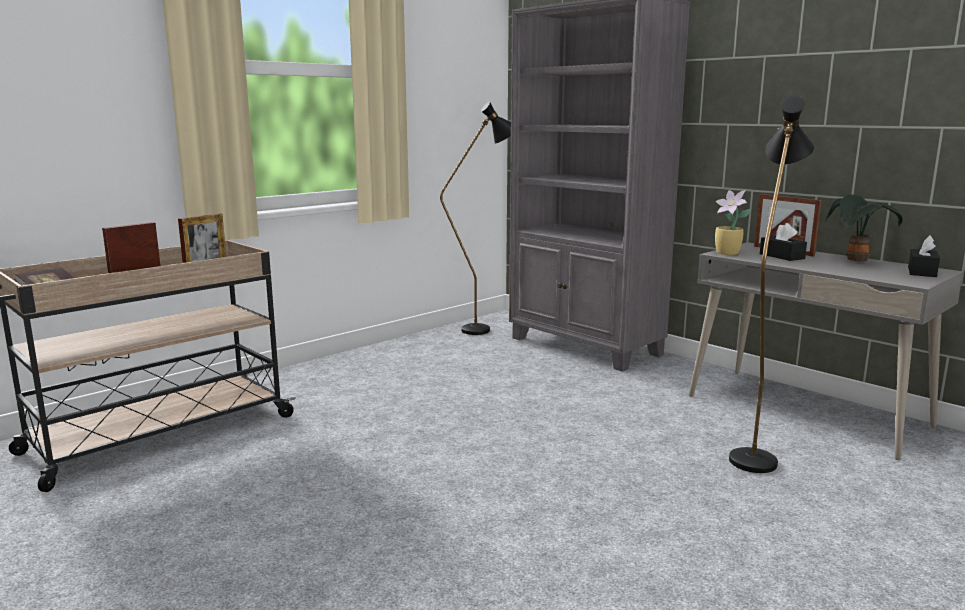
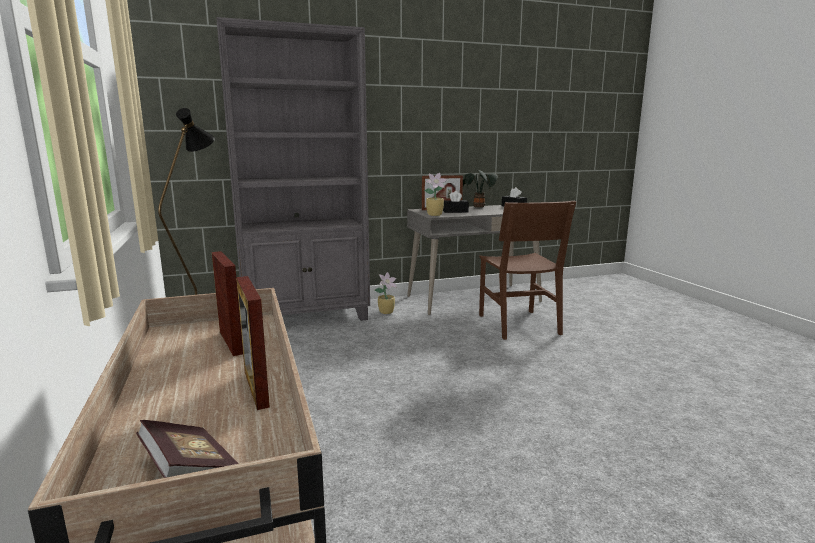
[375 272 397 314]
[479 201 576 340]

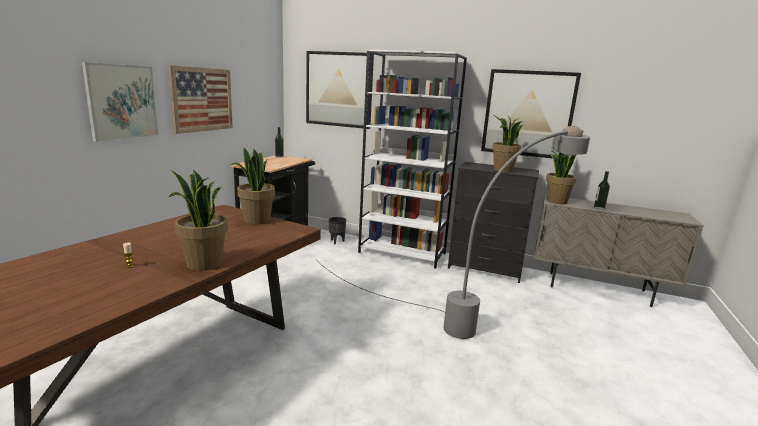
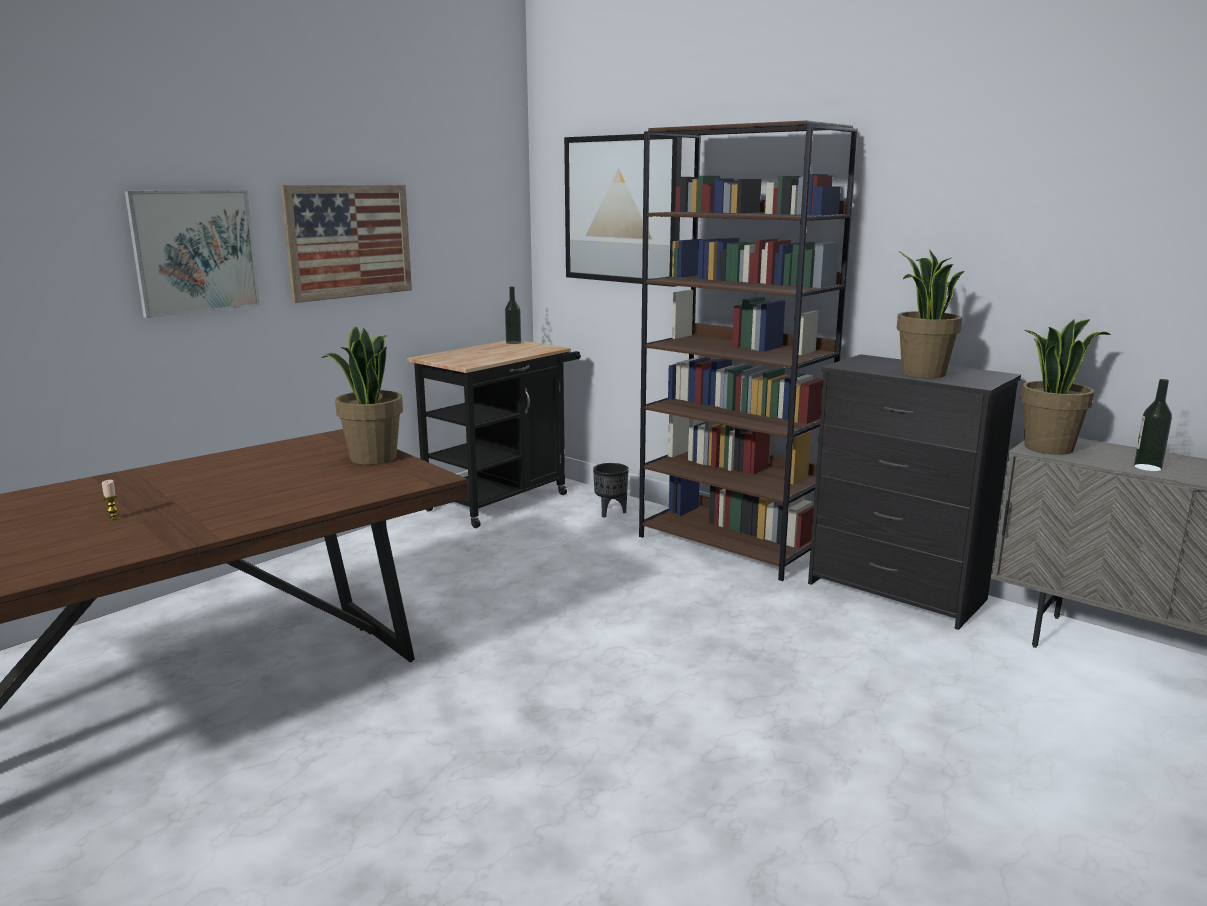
[639 120 858 581]
[169 170 228 271] (first image)
[316 126 590 339] (first image)
[481 69 581 158] (first image)

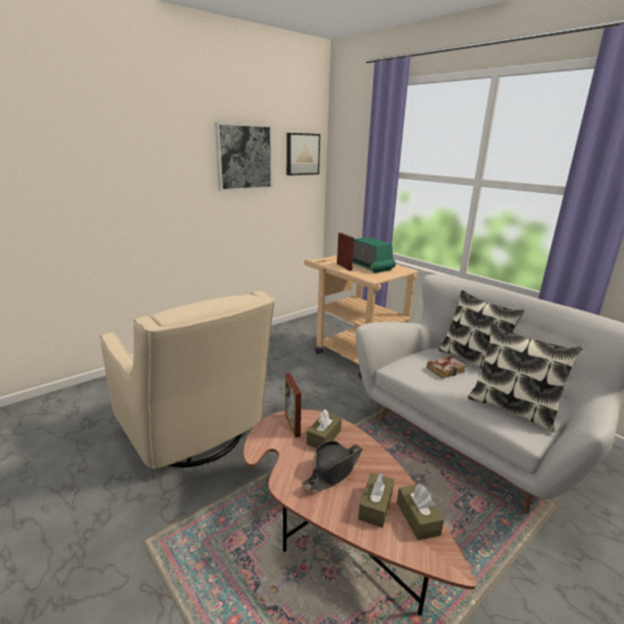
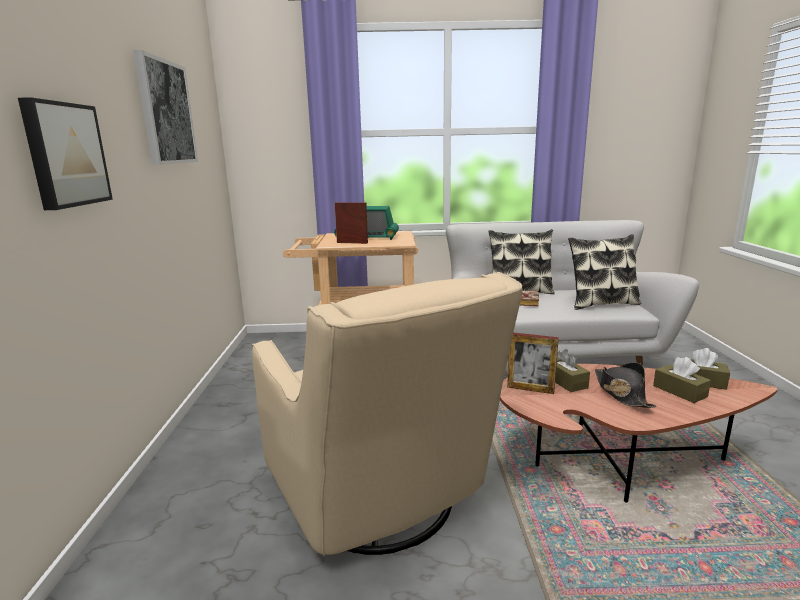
[18 97 113 210]
[252 272 522 556]

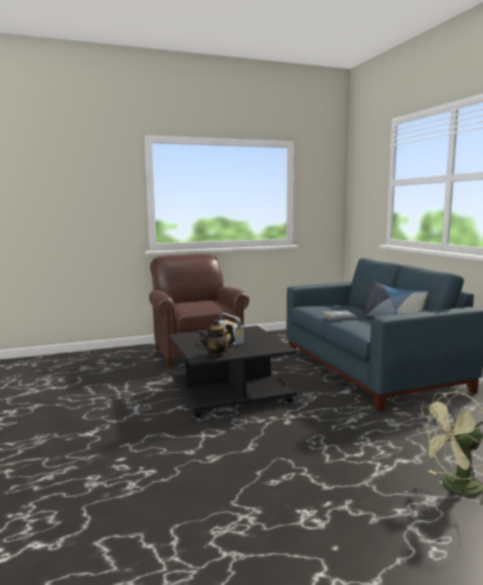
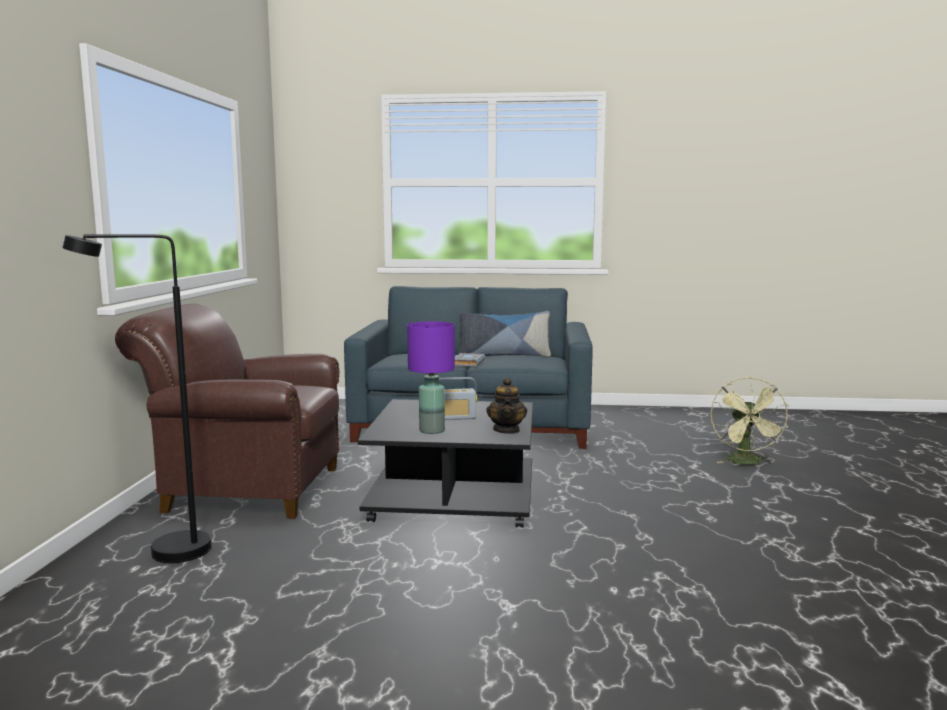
[63 234 211 563]
[407 321 455 434]

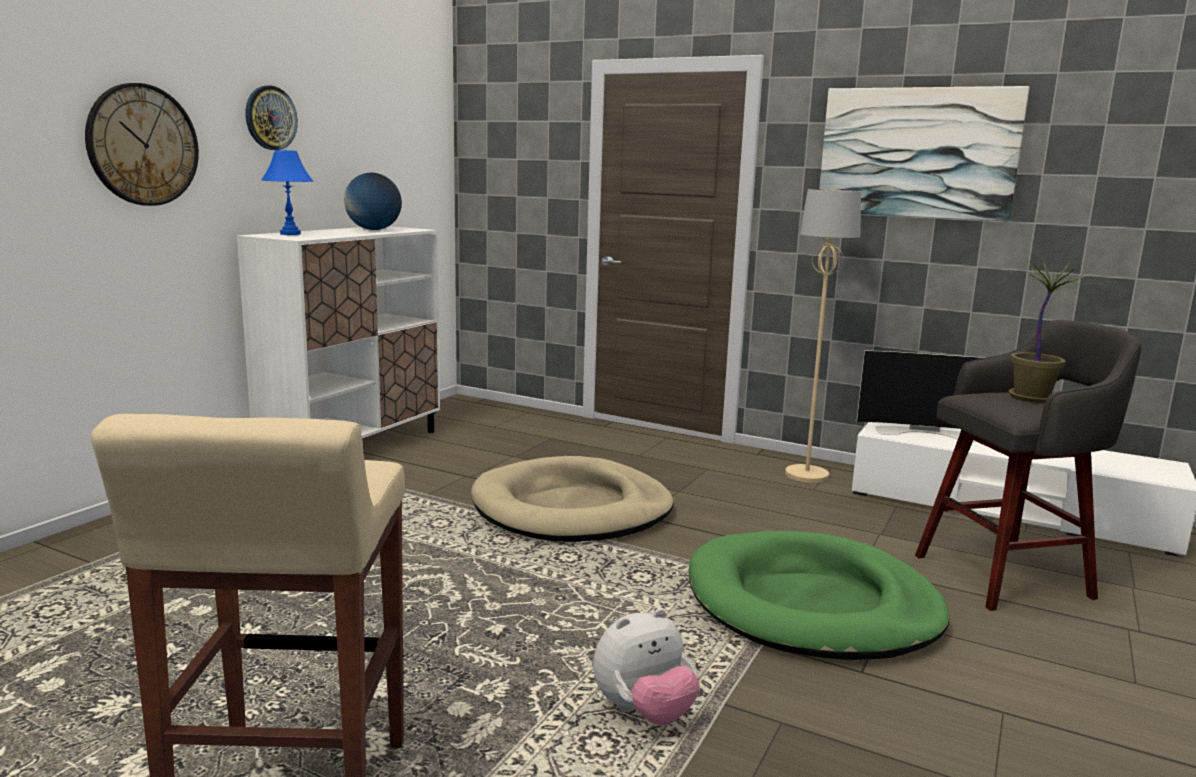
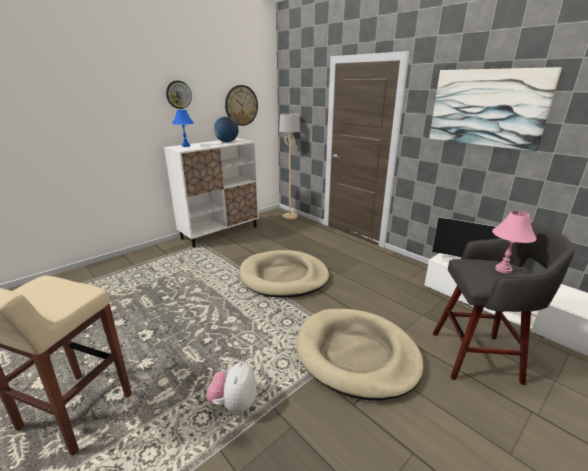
[206 361 257 413]
[225 85 258 126]
[279 113 300 219]
[296 309 424 401]
[492 211 537 274]

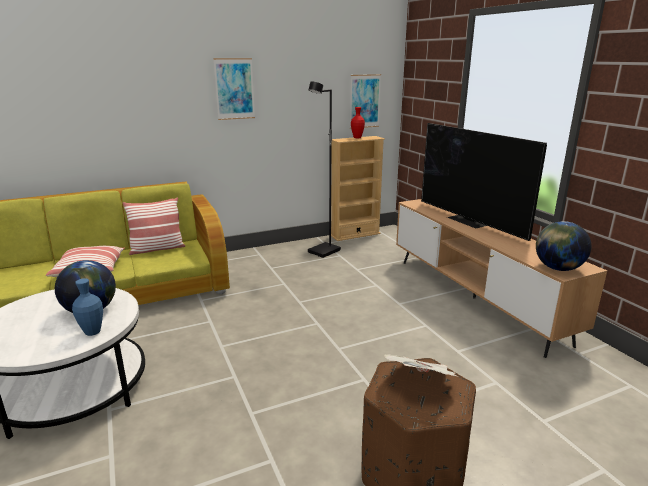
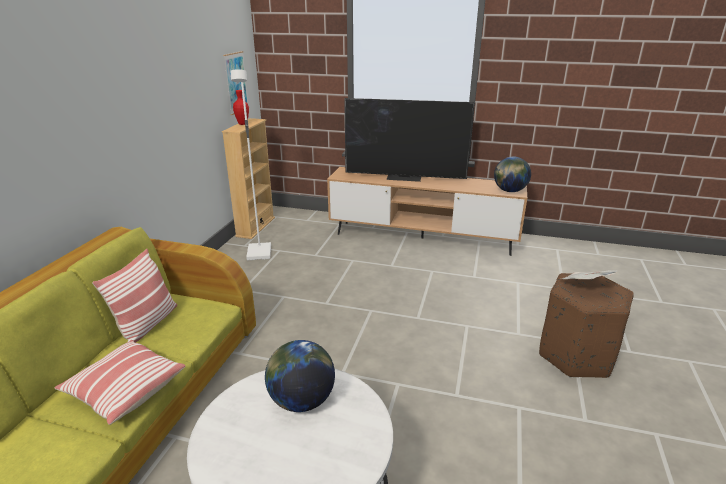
[230 69 271 260]
[72 278 103 336] (first image)
[213 58 255 120] (first image)

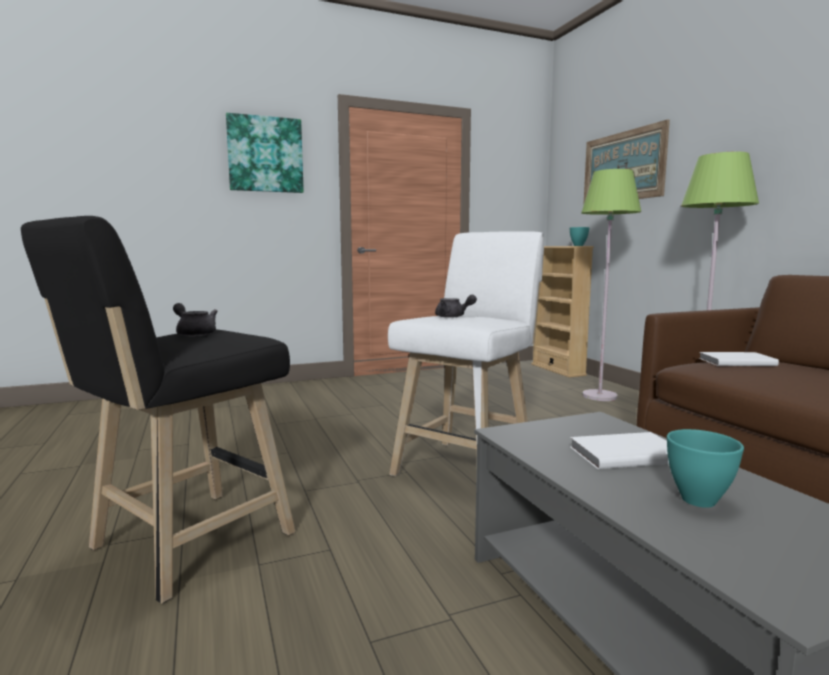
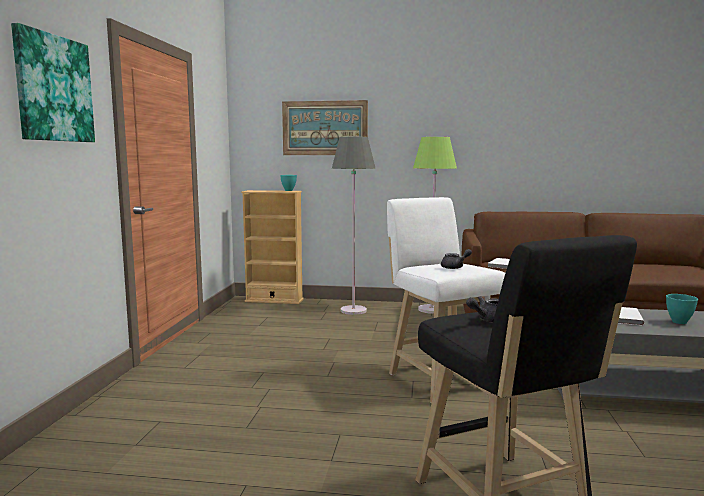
[332 137 376 315]

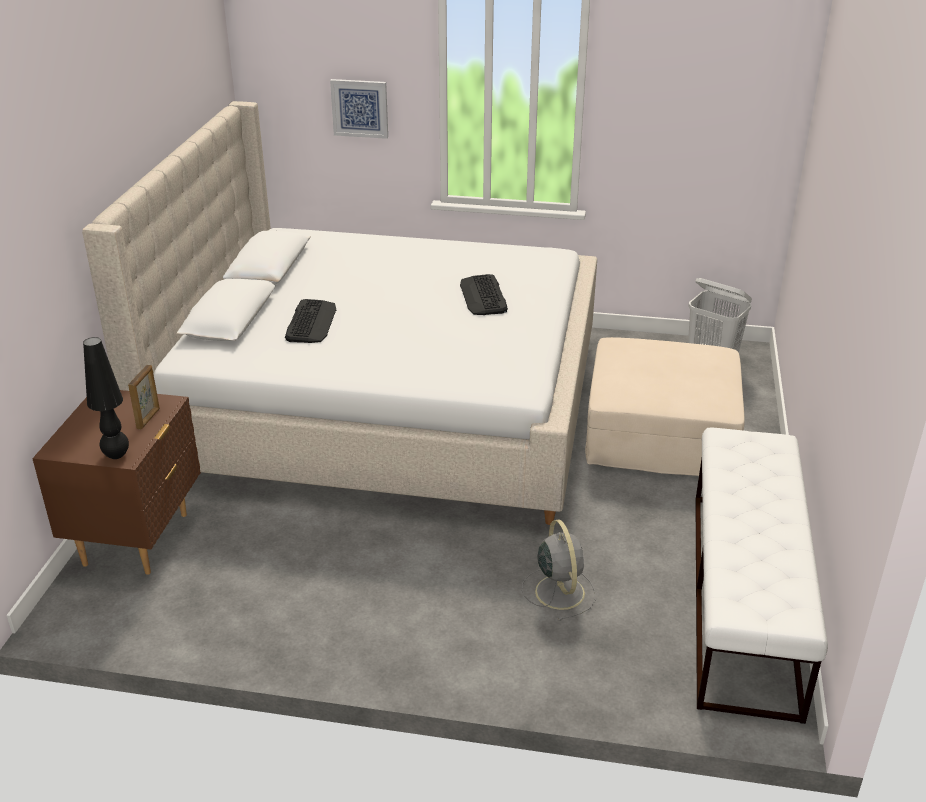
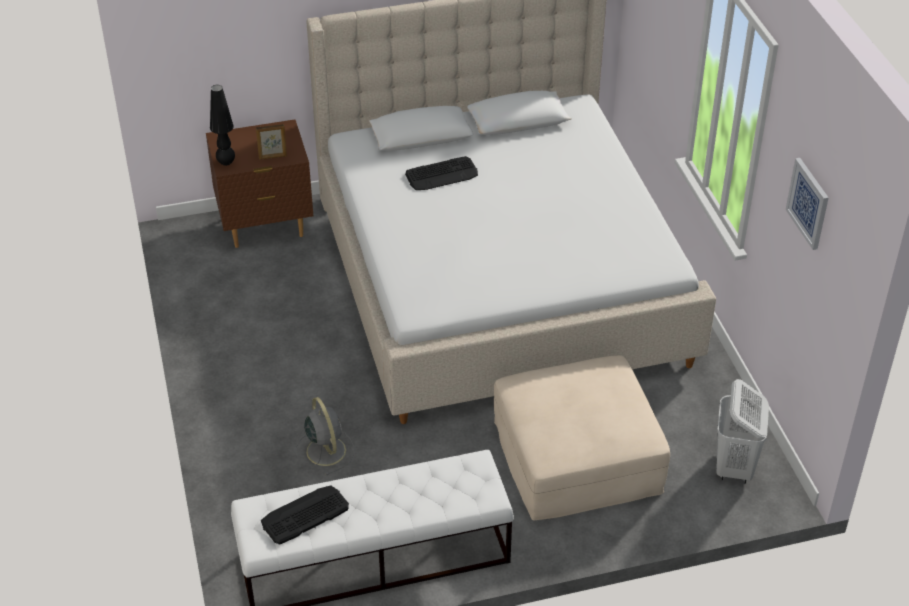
[261 485 349 545]
[296 397 355 475]
[786 158 829 250]

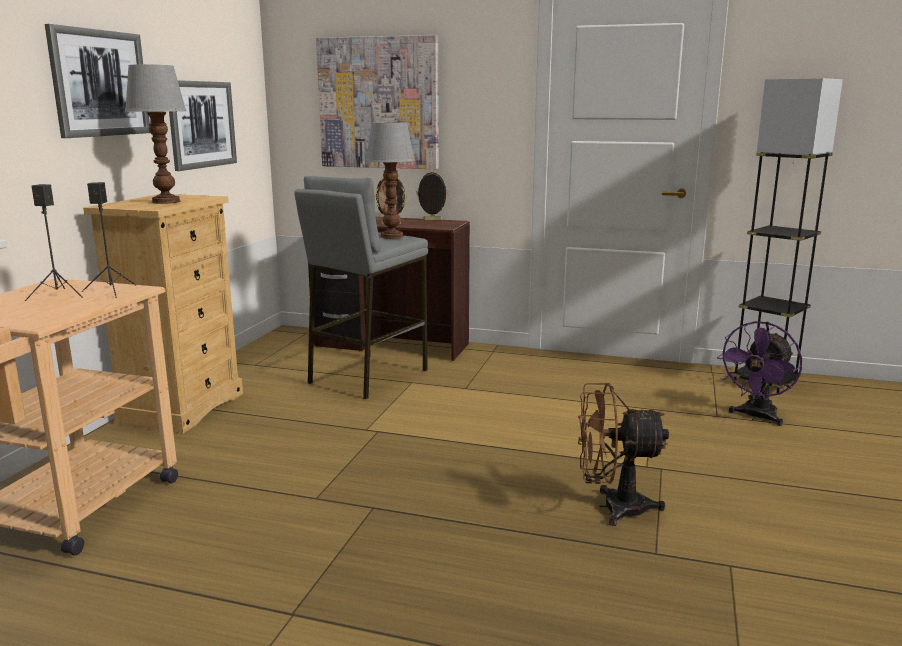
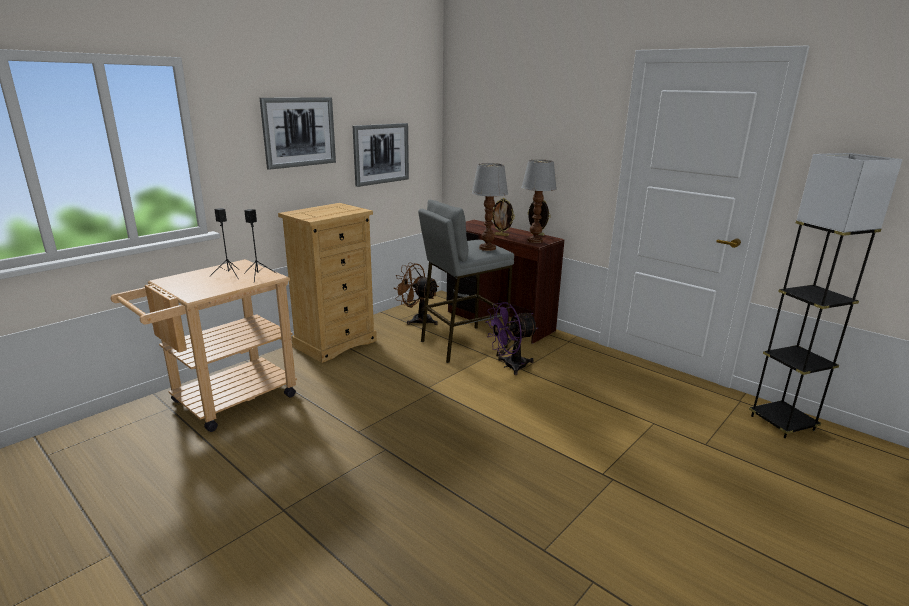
[393 263 439 325]
[485 302 538 375]
[521 159 557 243]
[316 35 439 169] (first image)

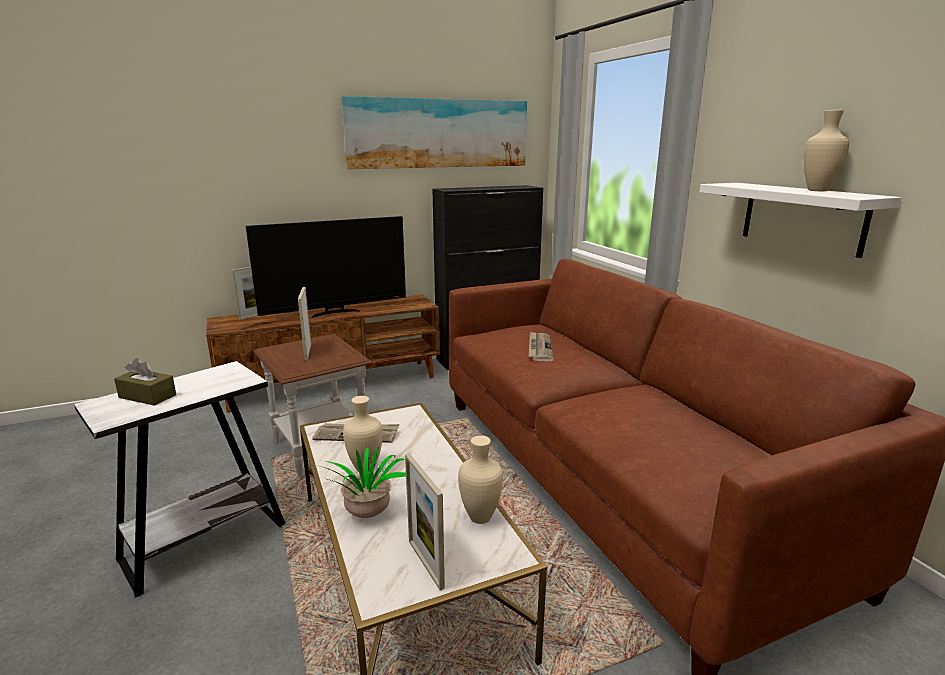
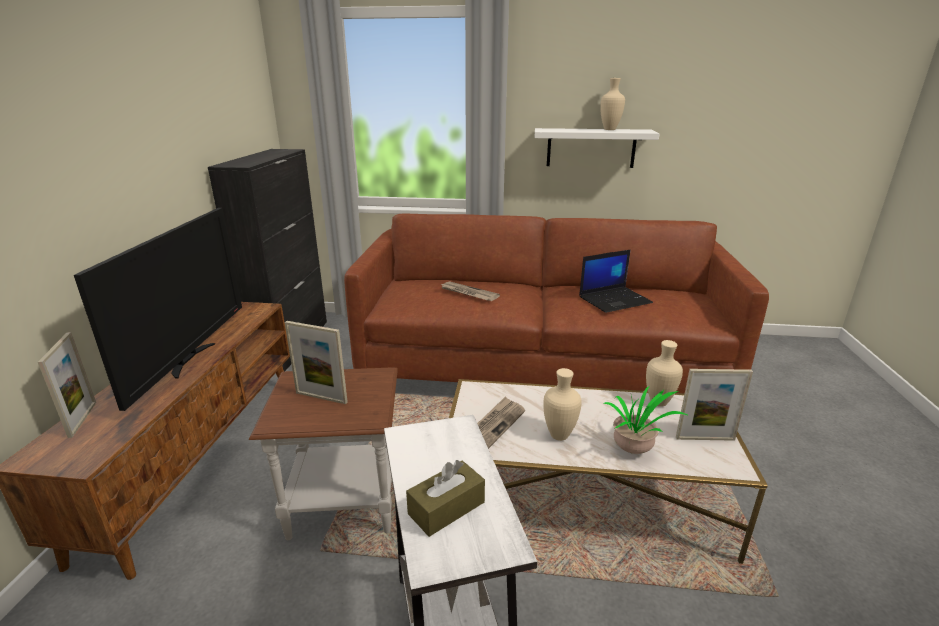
[579 249 653 313]
[341 96 527 169] (first image)

